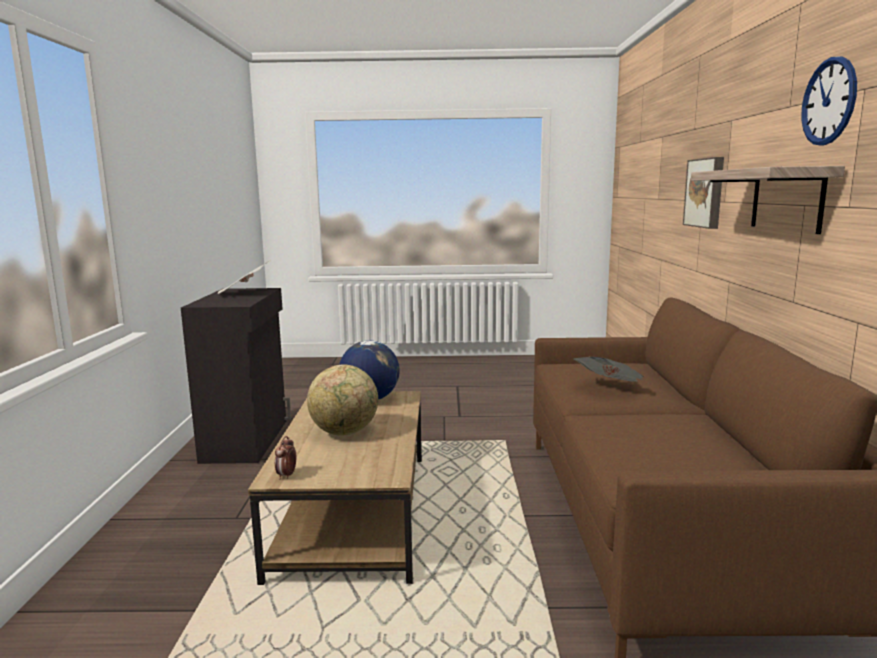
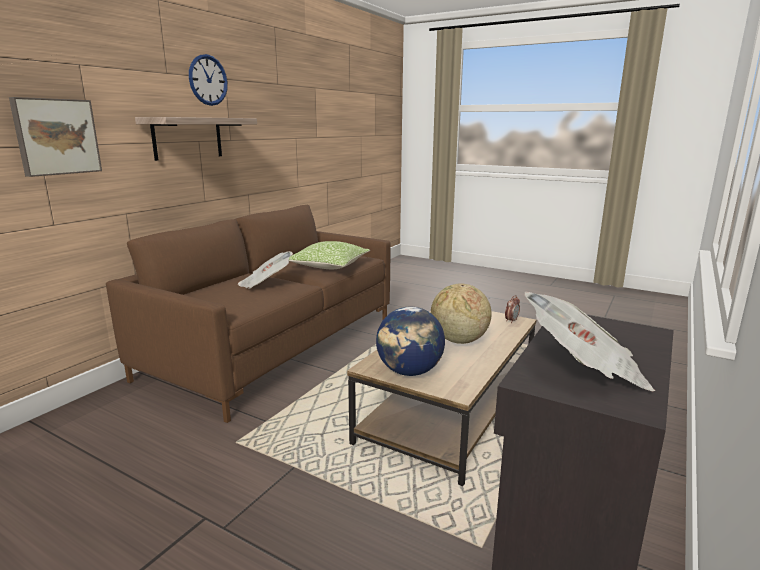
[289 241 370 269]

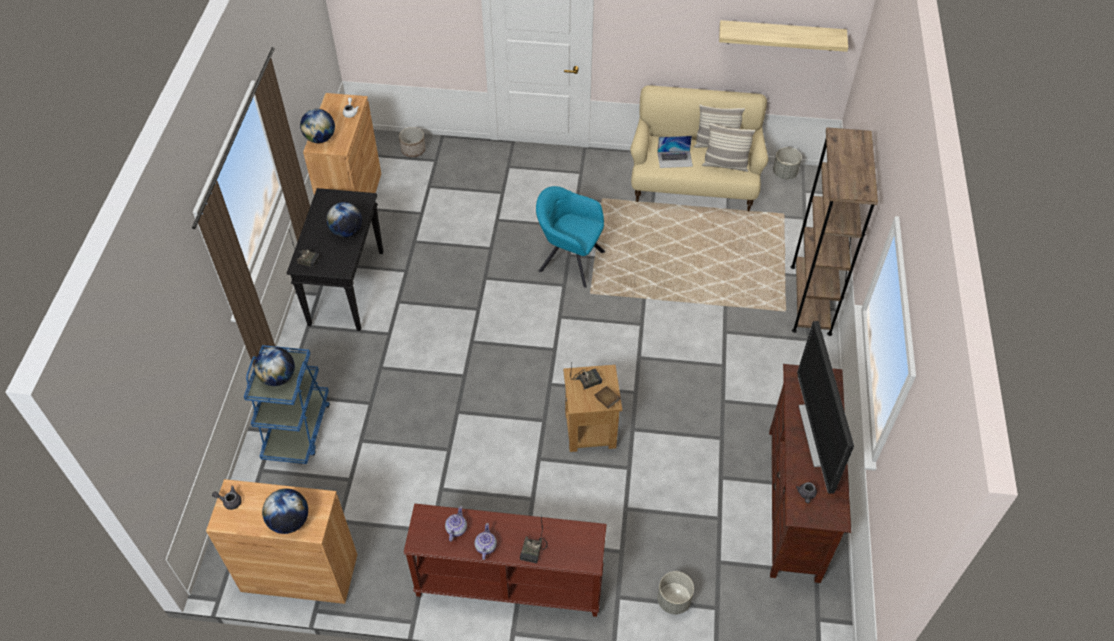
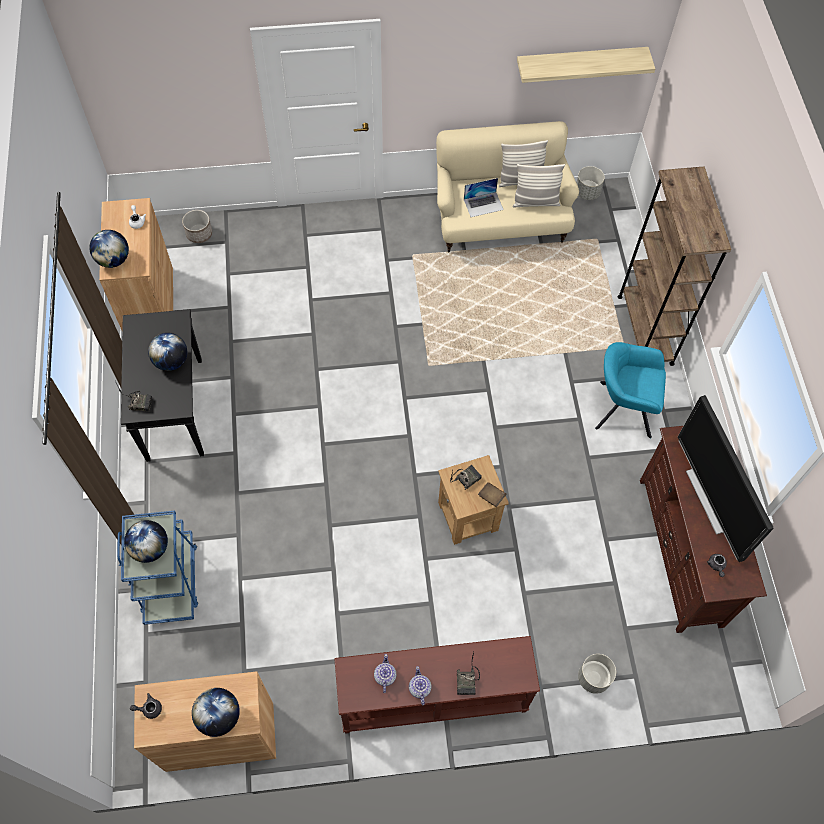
[595 342 666 438]

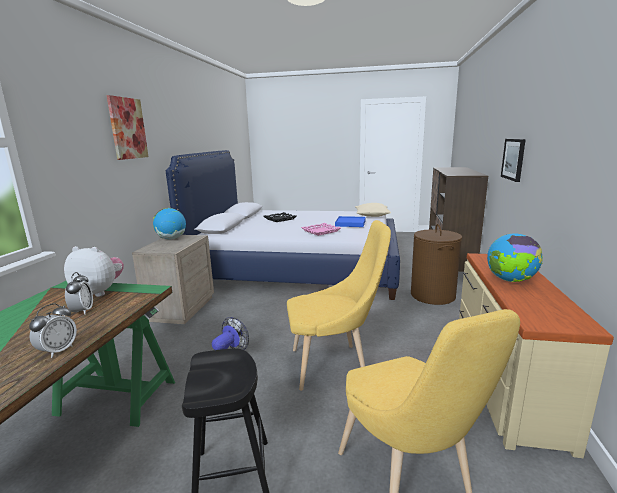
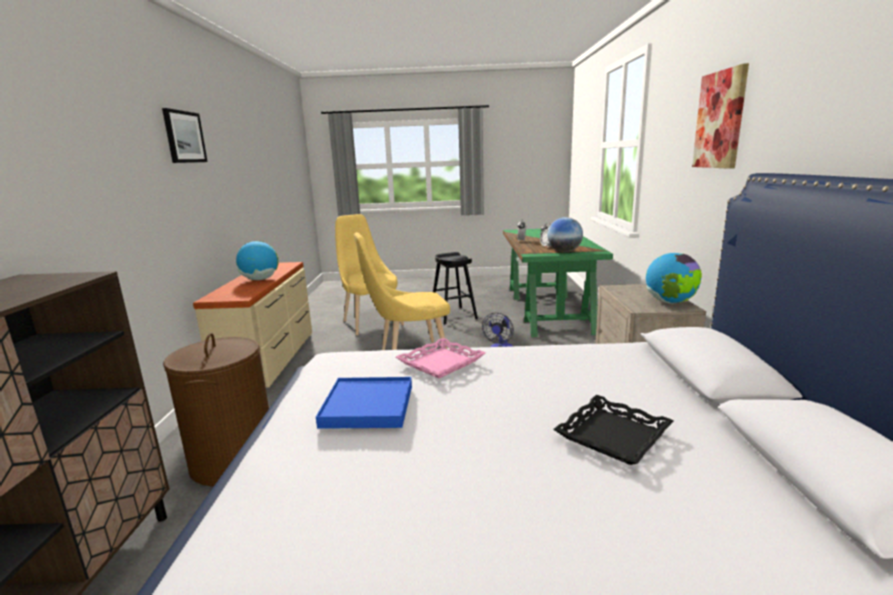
[162 108 208 163]
[547 217 583 252]
[355 203 391 217] (first image)

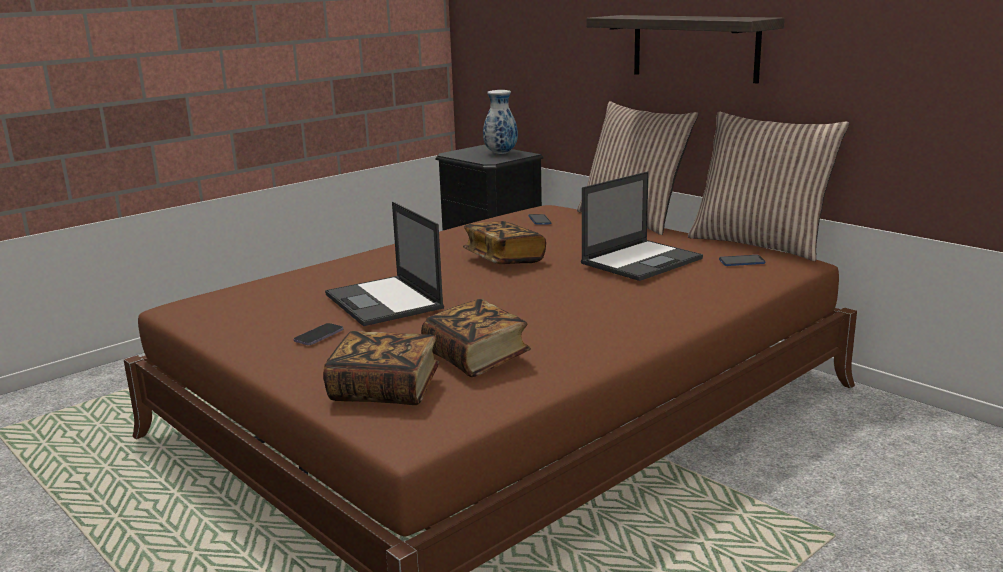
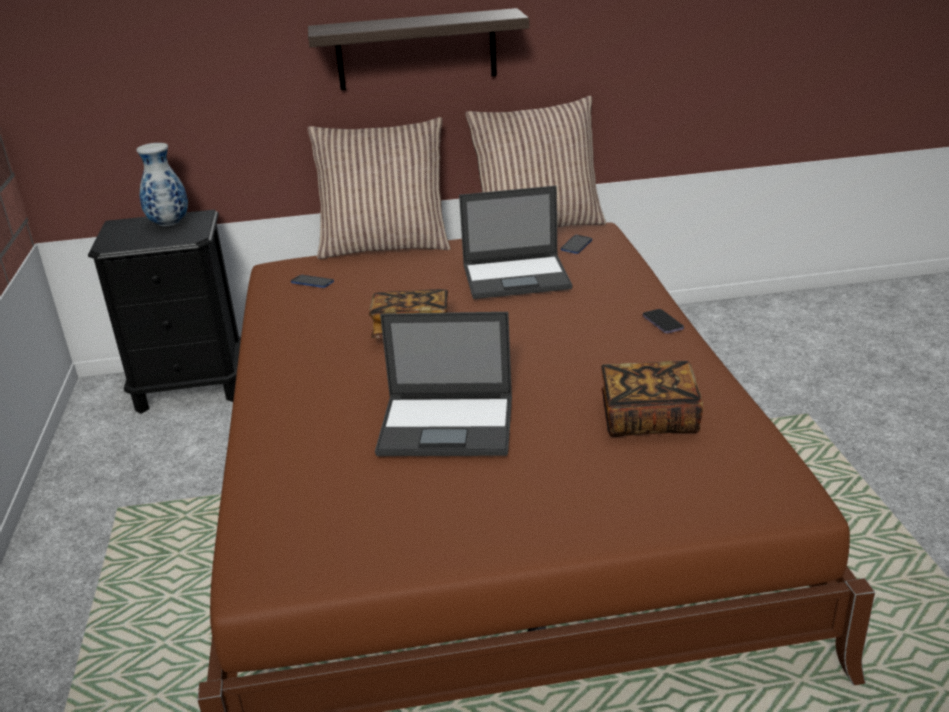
[459 186 572 299]
[643 309 684 333]
[323 331 439 405] (first image)

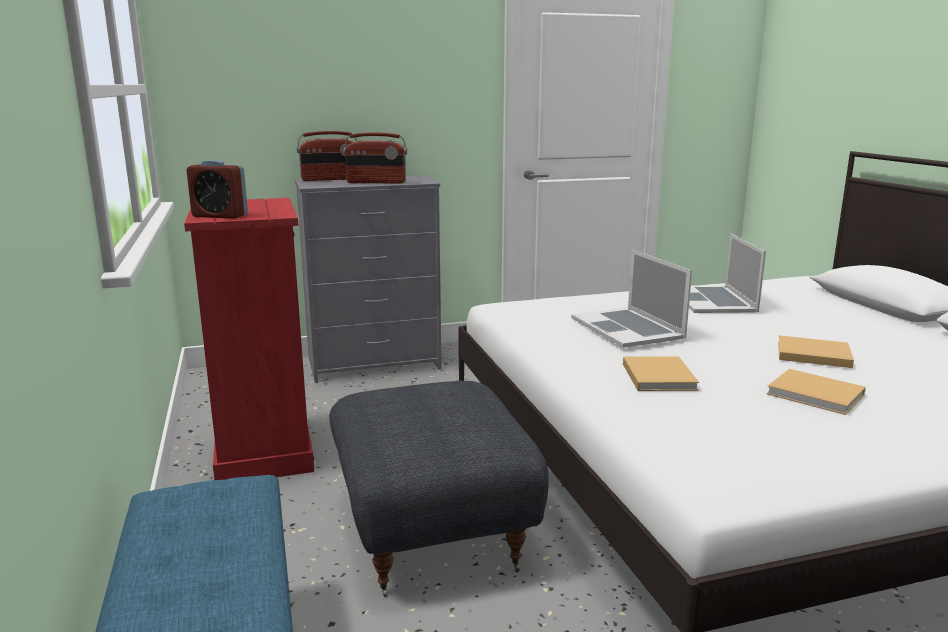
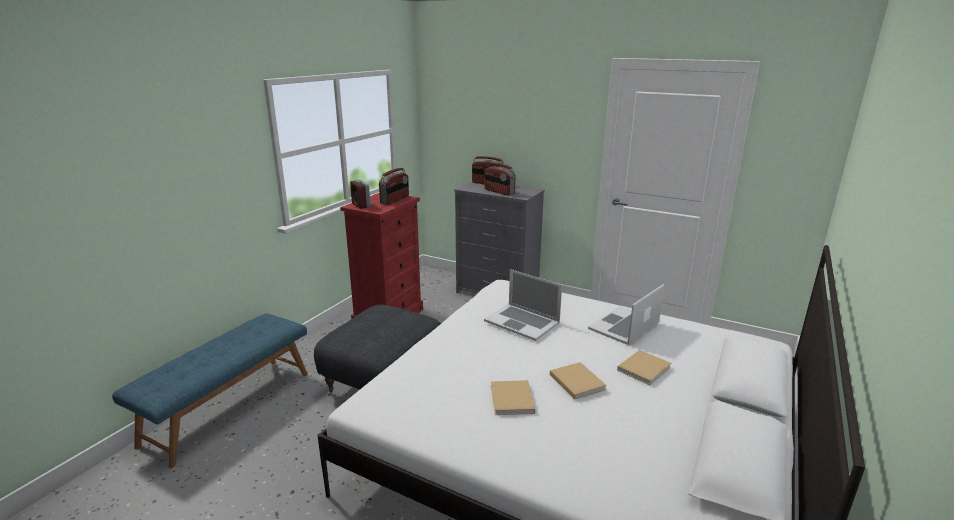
[379 168 409 205]
[484 269 562 341]
[617 350 671 385]

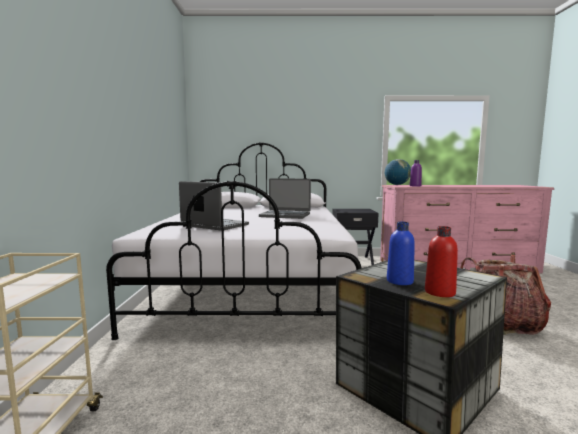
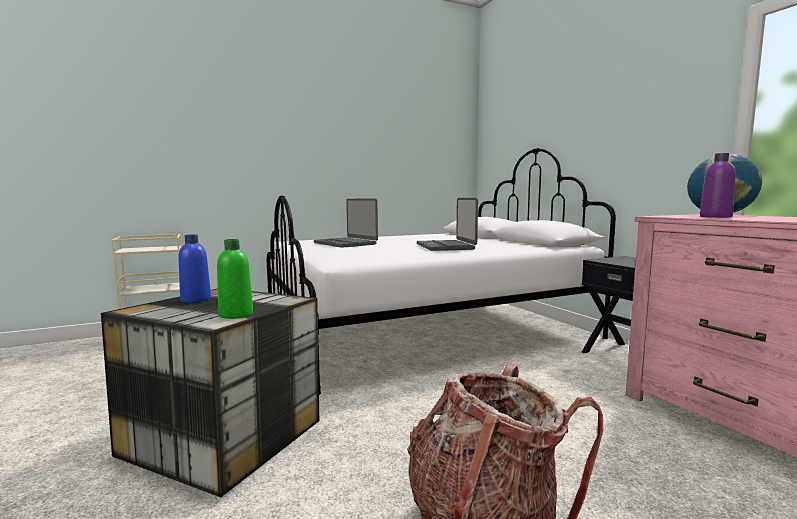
[217 239 253 319]
[314 198 378 248]
[425 226 458 297] (first image)

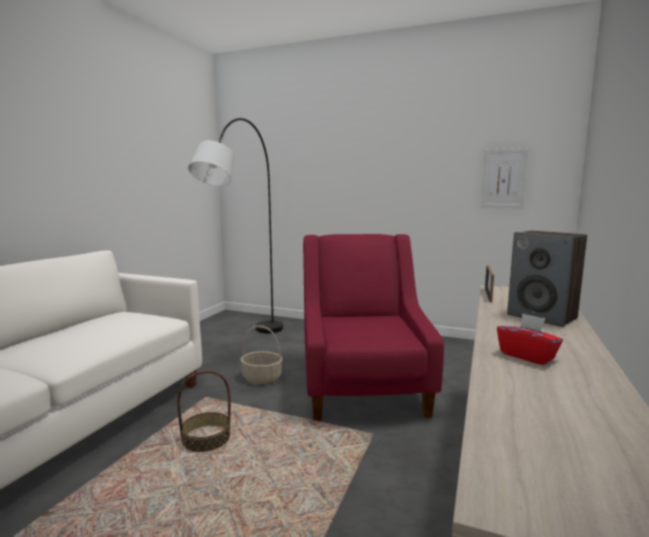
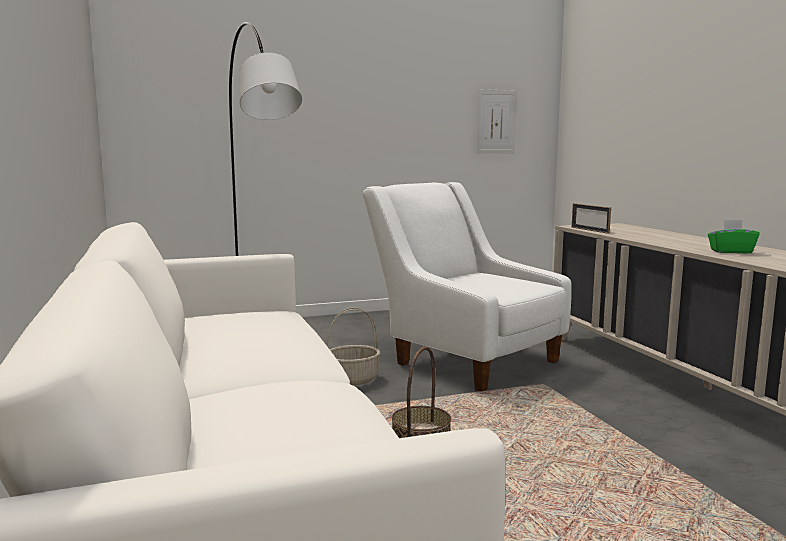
[362 182 572 391]
[708 220 759 253]
[507 231 587 327] (first image)

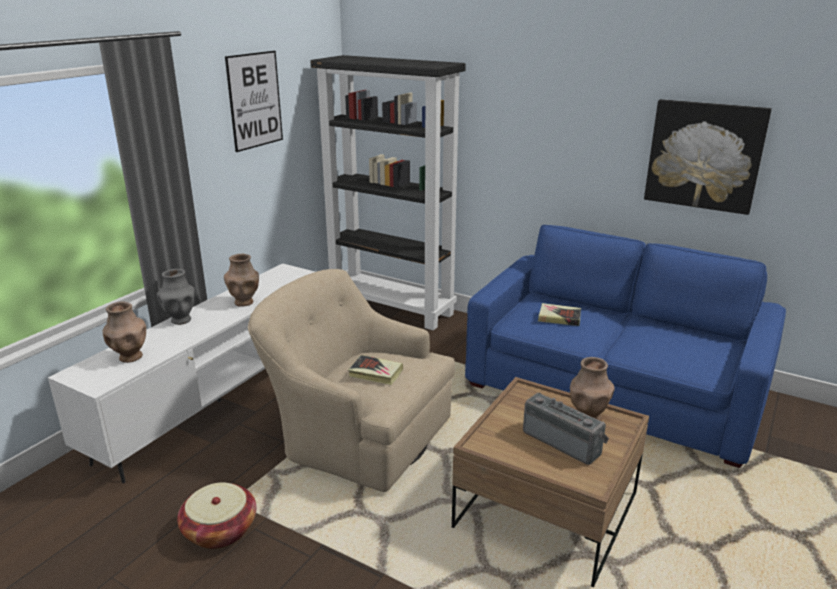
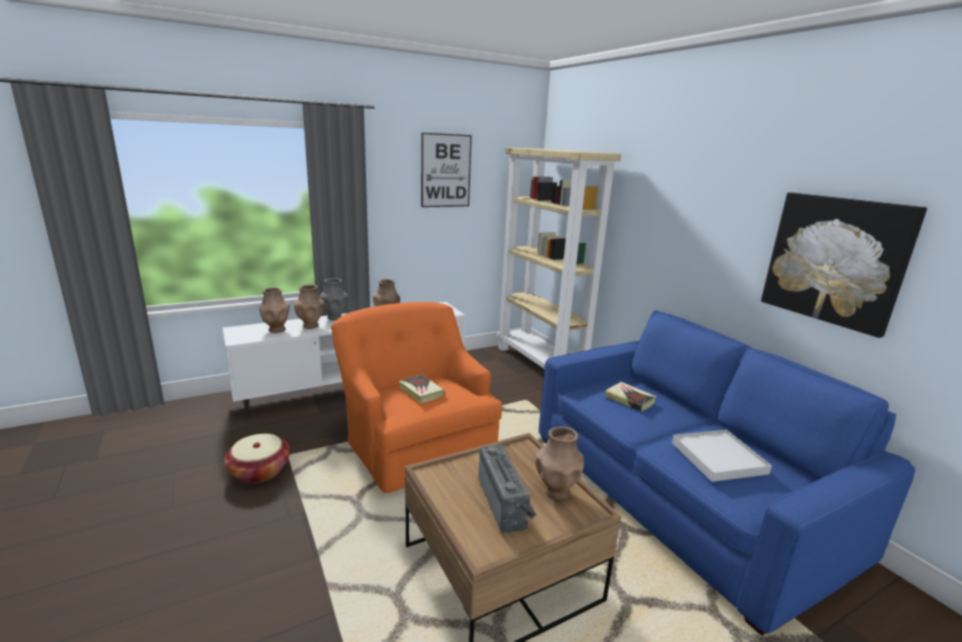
[294 285 325 329]
[331 302 502 493]
[497 147 622 369]
[672 430 772 482]

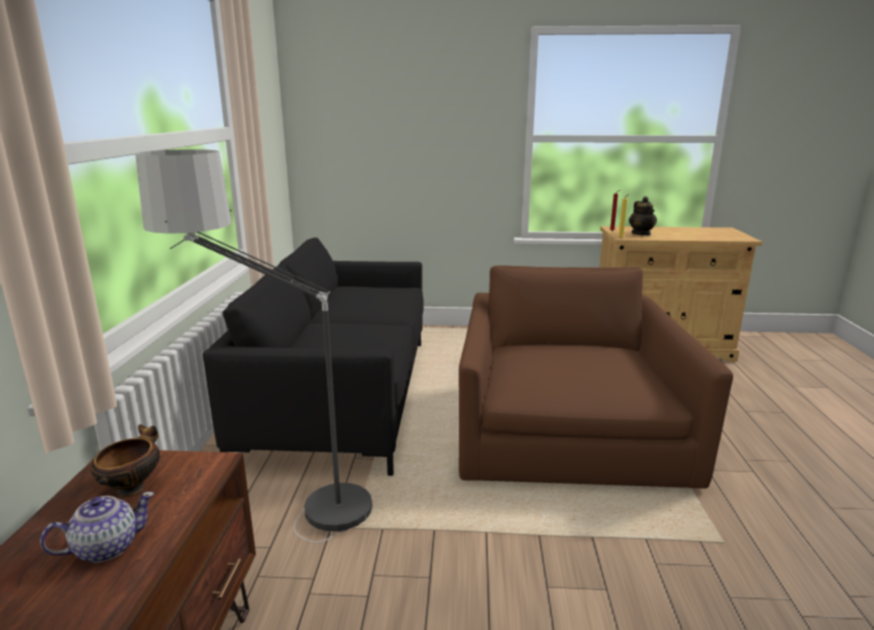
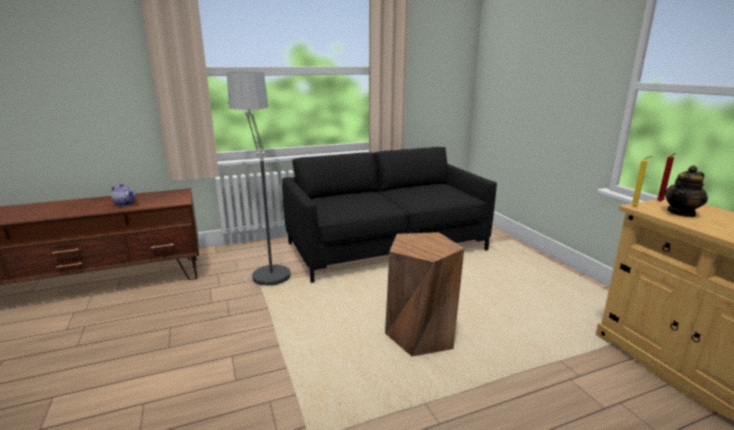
[385 232 464 356]
[91 424 160 497] (first image)

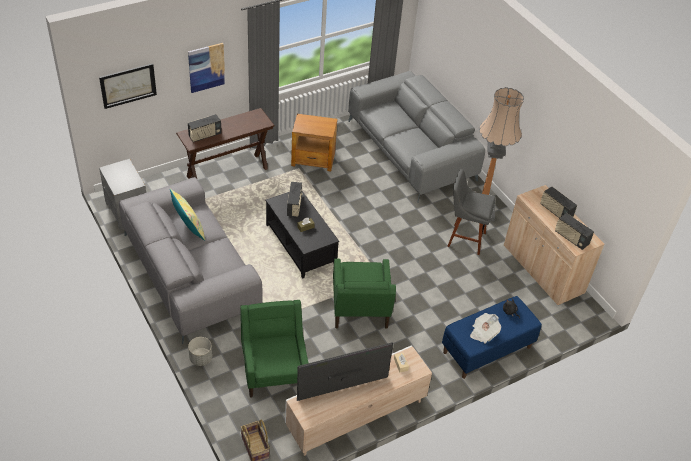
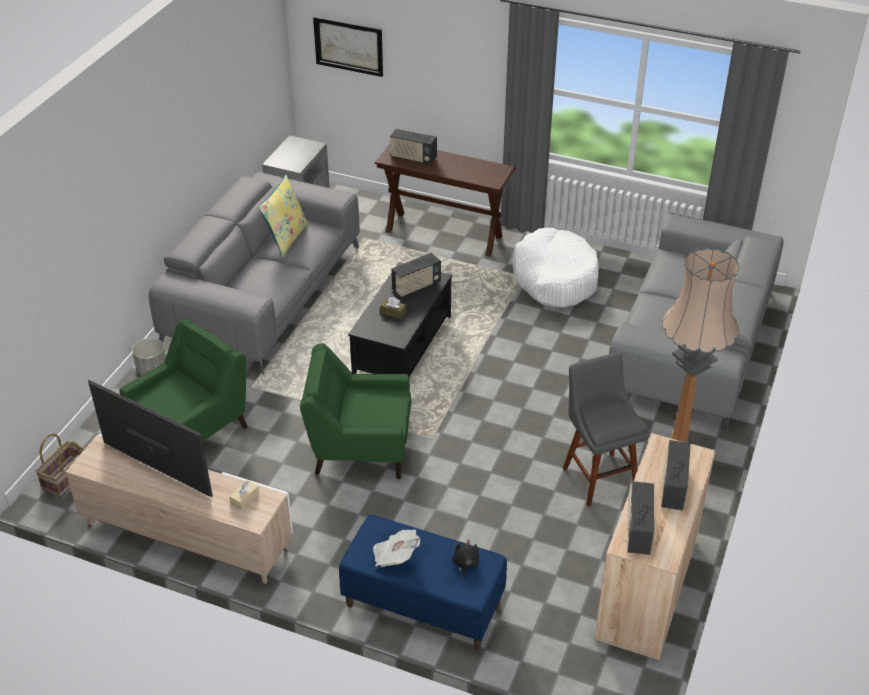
[300 343 412 479]
[512 228 599 308]
[188 43 225 93] (first image)

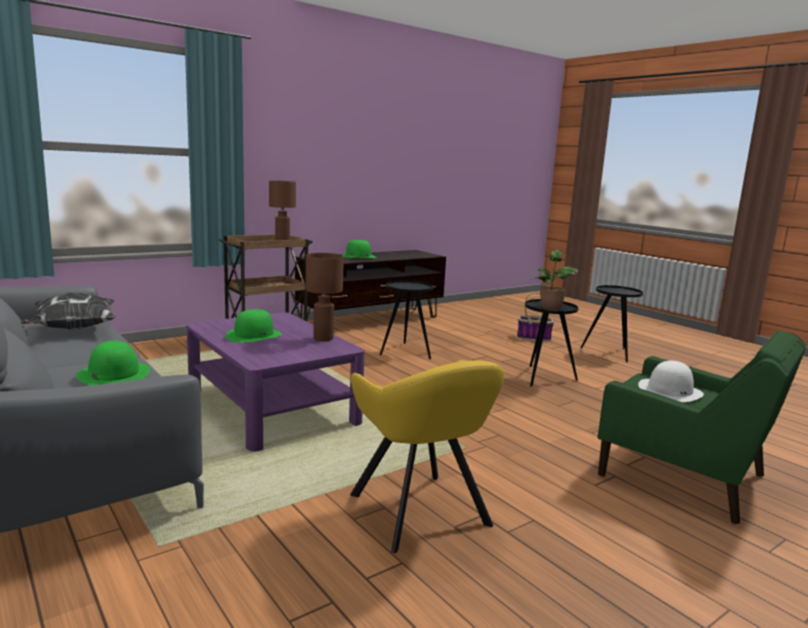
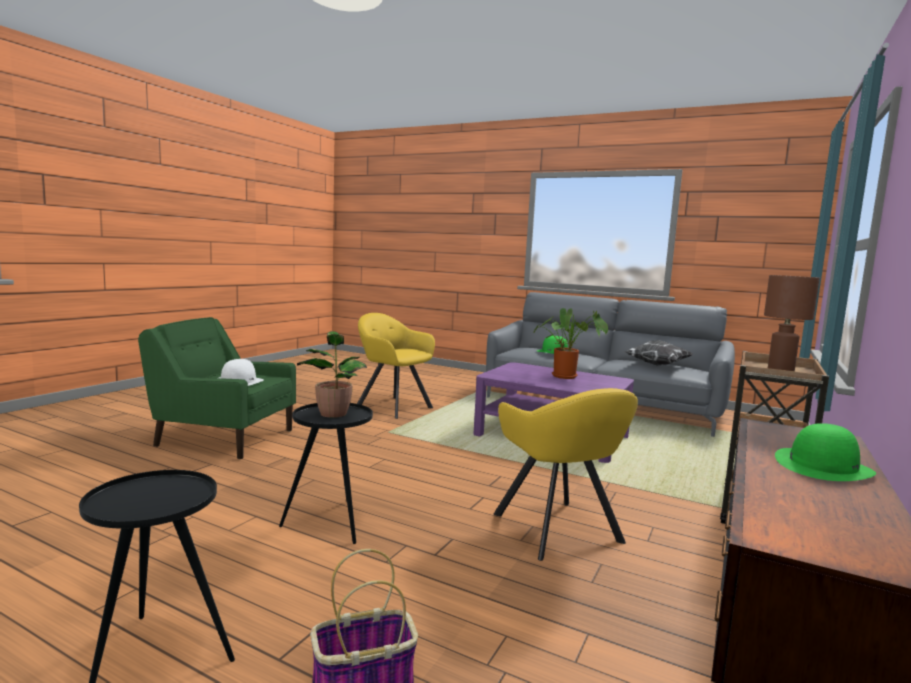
[493 388 638 561]
[533 308 608 379]
[306 253 344 341] (first image)

